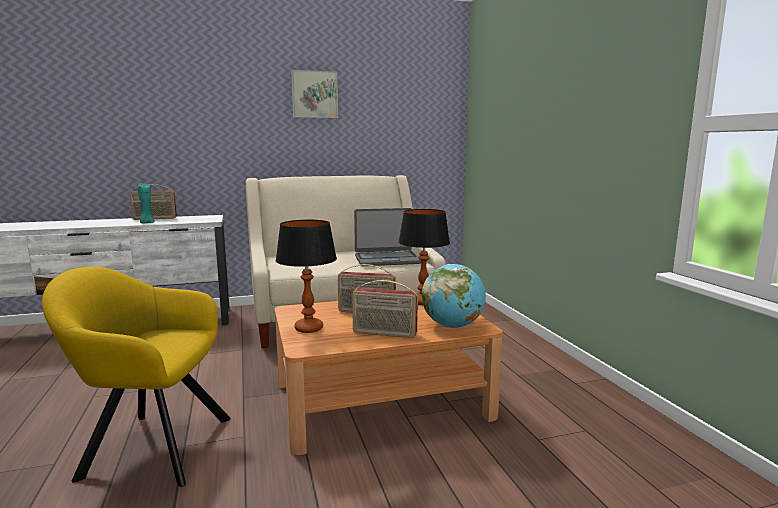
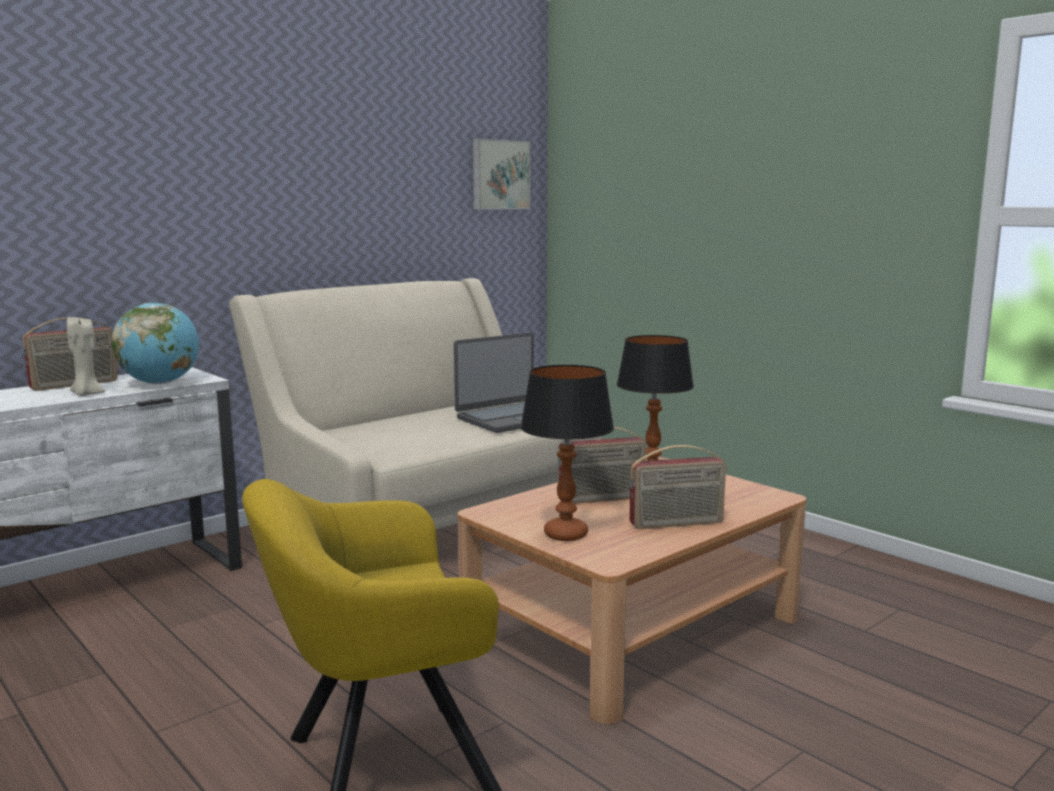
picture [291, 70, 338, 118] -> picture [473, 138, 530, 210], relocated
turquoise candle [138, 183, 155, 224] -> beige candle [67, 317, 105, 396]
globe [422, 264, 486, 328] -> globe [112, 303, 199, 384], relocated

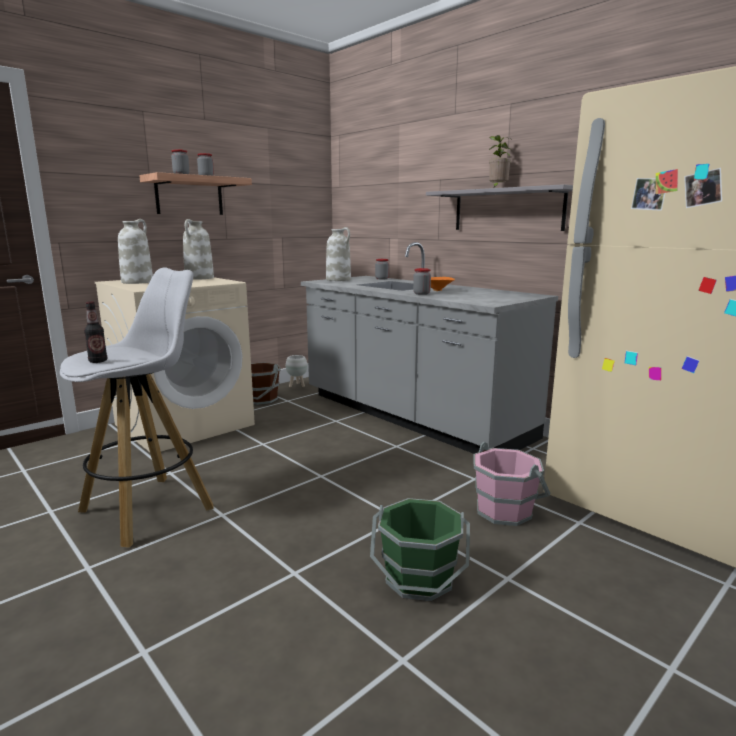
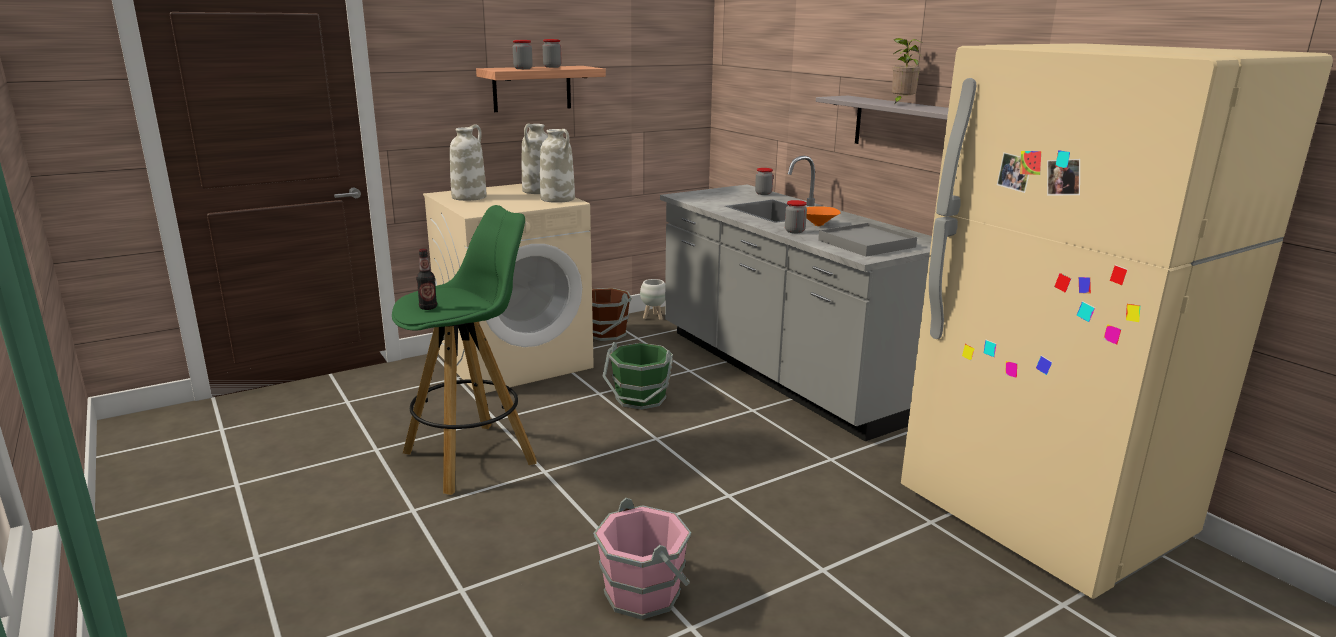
white vase [326, 227, 351, 281] -> white vase [540, 129, 575, 203], relocated
white stool [60, 267, 214, 548] -> green stool [392, 205, 537, 495]
pink bucket [474, 442, 551, 526] -> pink bucket [593, 498, 691, 620], relocated
green bucket [370, 498, 470, 601] -> green bucket [603, 342, 673, 410], relocated
none -> grey tray [818, 223, 917, 256]

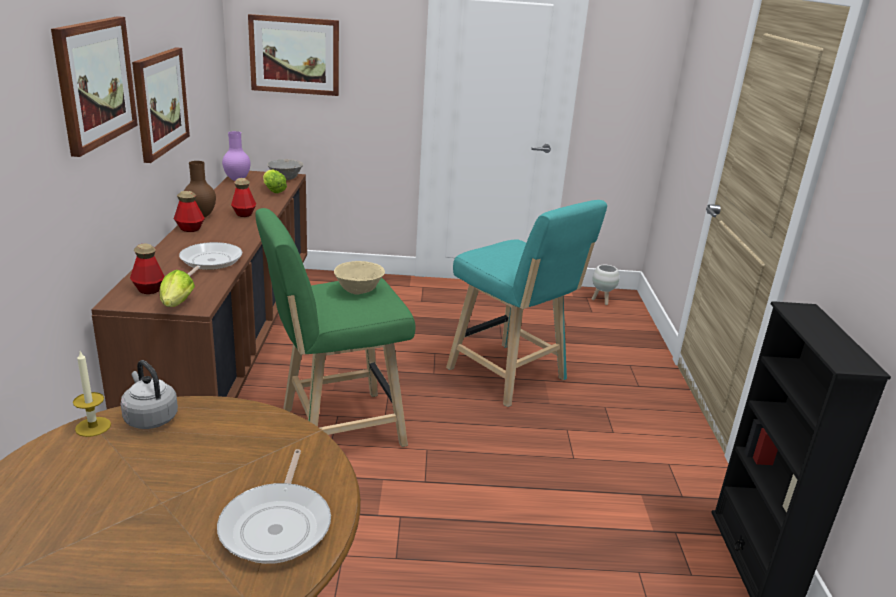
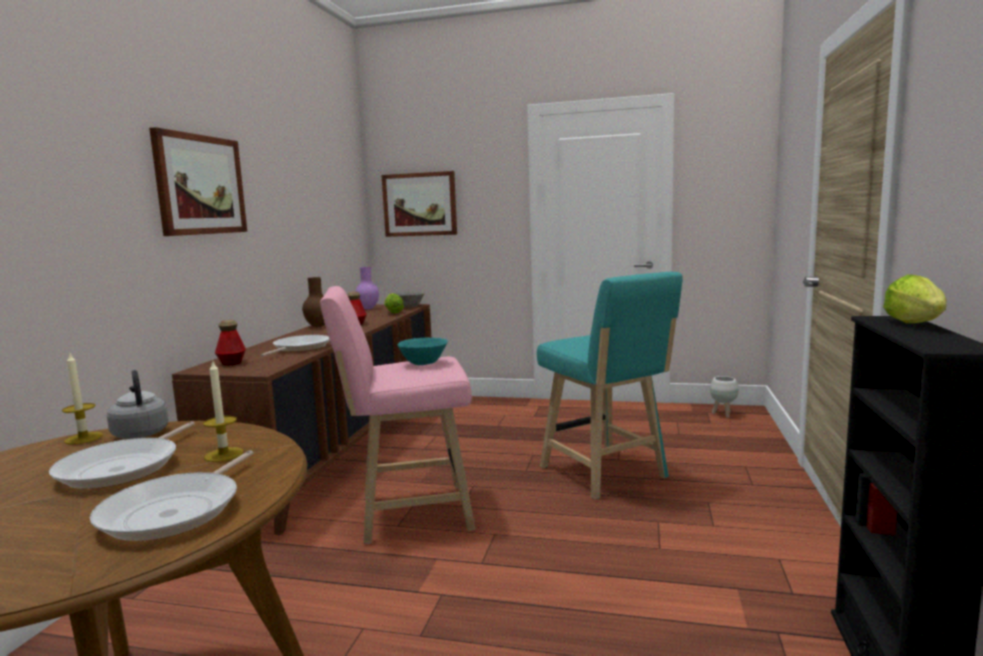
picture [132, 47, 190, 163] -> none
bottle [174, 191, 205, 232] -> none
green stool [255, 208, 415, 447] -> pink stool [320, 286, 475, 544]
beige bowl [334, 261, 385, 295] -> turquoise bowl [398, 337, 448, 365]
lettuce [160, 270, 195, 307] -> lettuce [883, 275, 947, 323], relocated
none -> candle [203, 359, 243, 462]
none -> frying pan [49, 421, 195, 489]

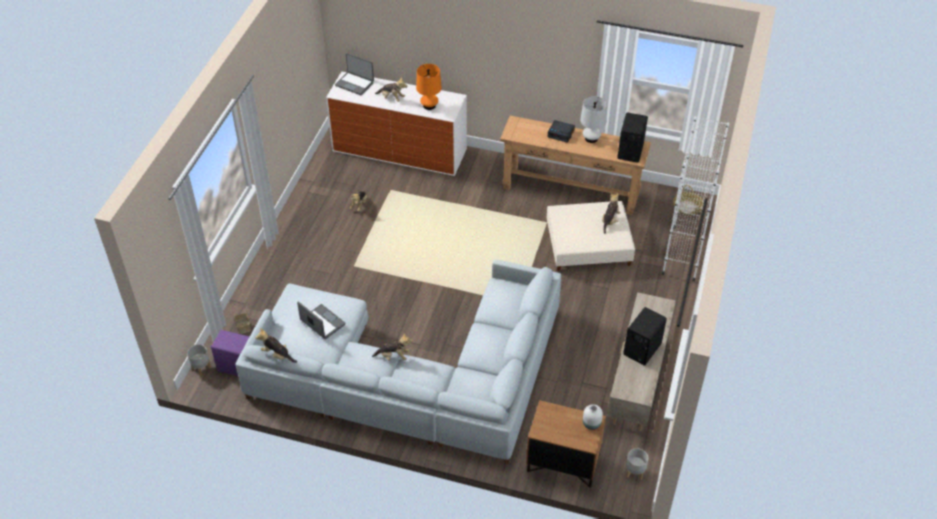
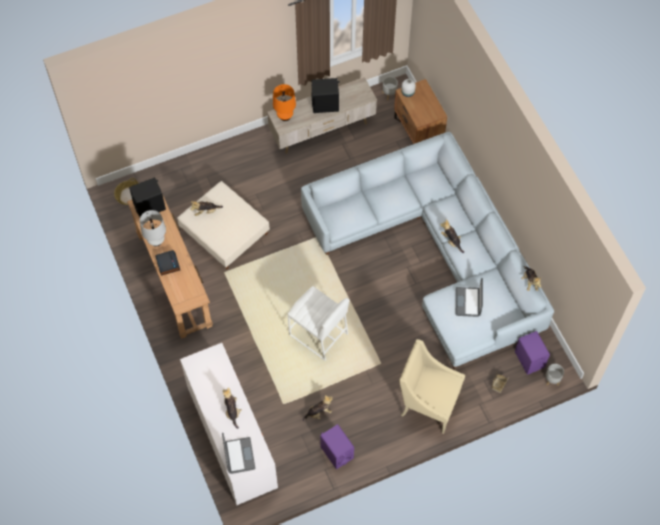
orange table lamp [416, 64, 442, 110] -> orange table lamp [273, 84, 296, 121], relocated
white bookcase [662, 117, 729, 282] -> none
none -> white stool [287, 286, 349, 361]
none -> beige armchair [399, 339, 465, 434]
none -> purple speaker [320, 424, 354, 469]

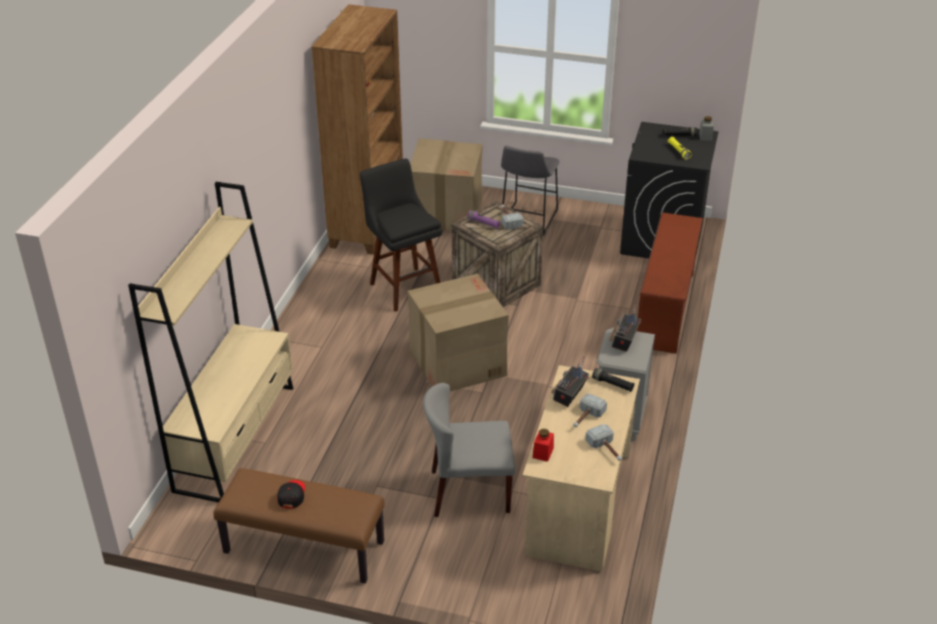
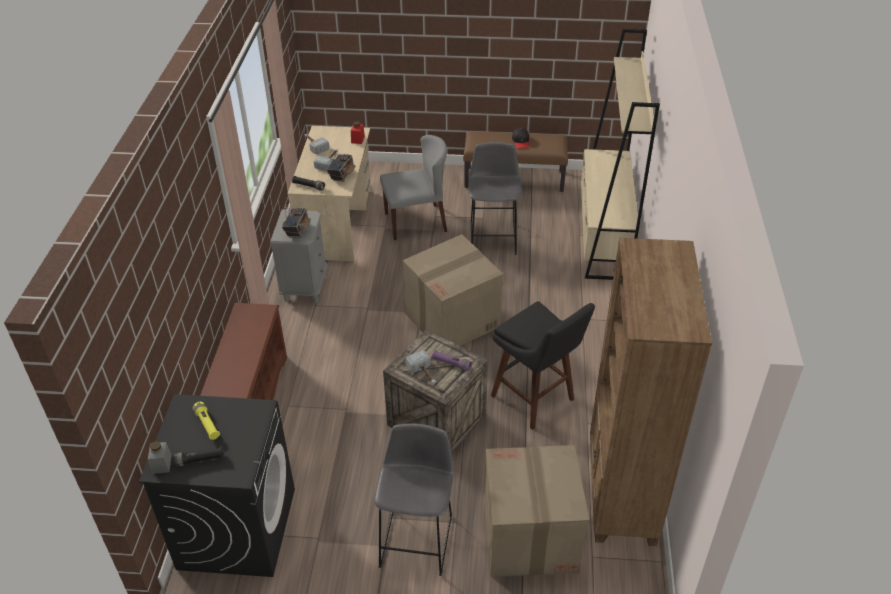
none -> grey stool [469, 142, 522, 255]

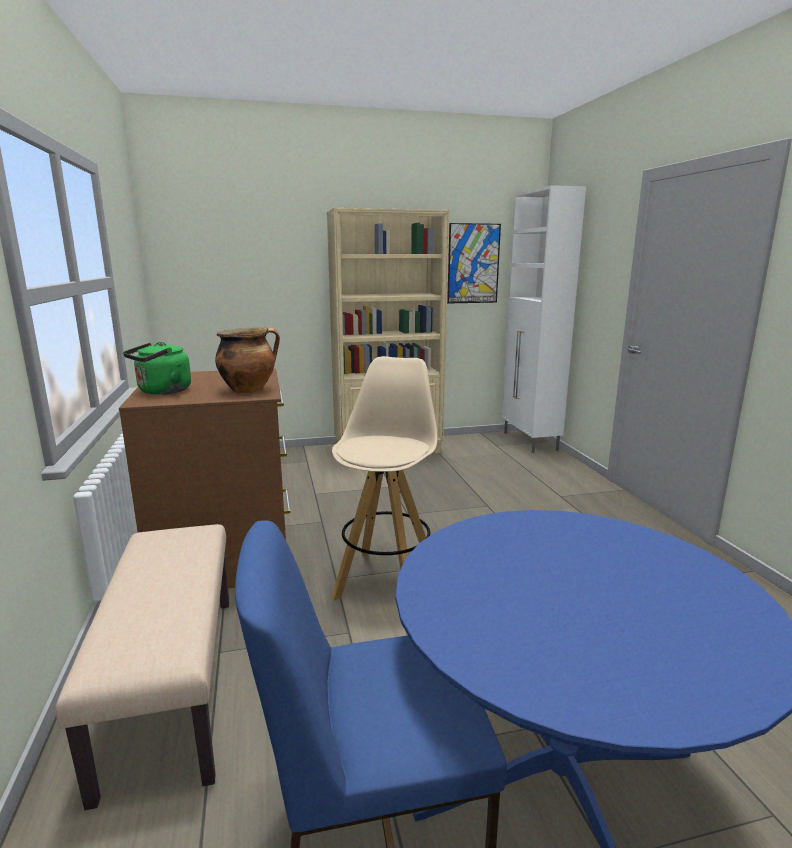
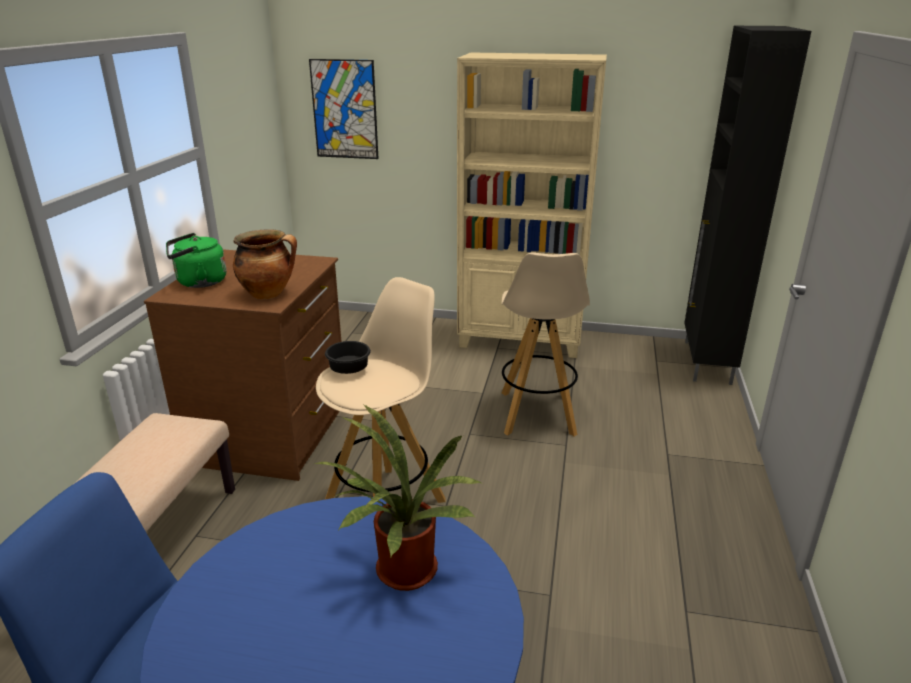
white cabinet [502, 185, 586, 453] -> black cabinet [685, 26, 811, 385]
picture [447, 223, 501, 304] -> picture [309, 59, 379, 159], relocated
none -> beige stool [502, 252, 590, 436]
none -> black bowl [325, 341, 371, 374]
none -> potted plant [315, 404, 481, 591]

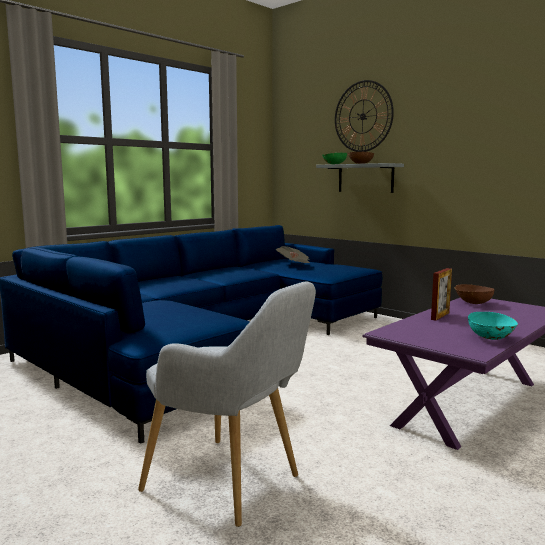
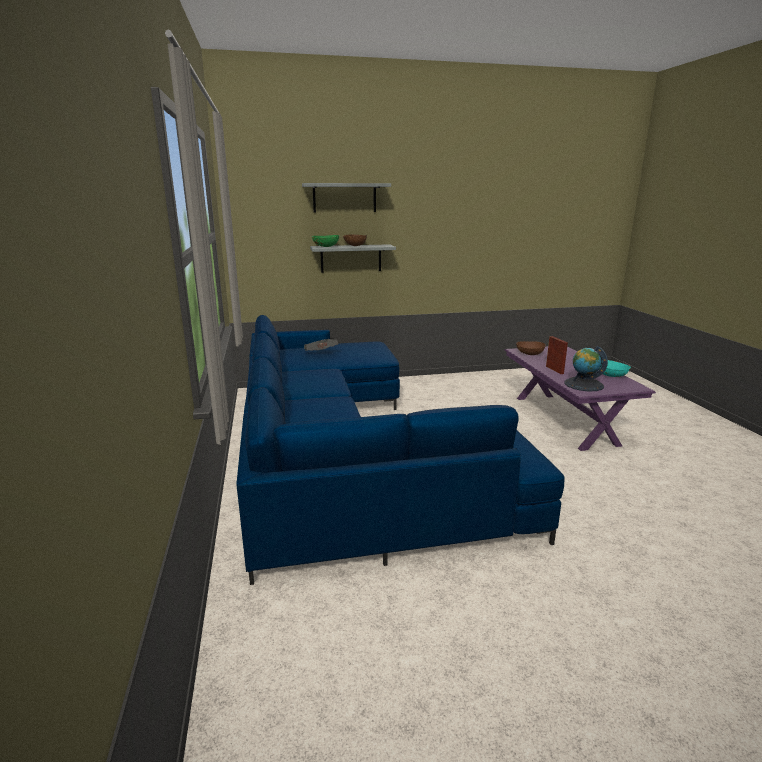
wall clock [335, 80, 394, 152] -> grey shelf [302, 183, 391, 213]
grey armchair [138, 282, 316, 527] -> none
none -> globe [564, 346, 608, 391]

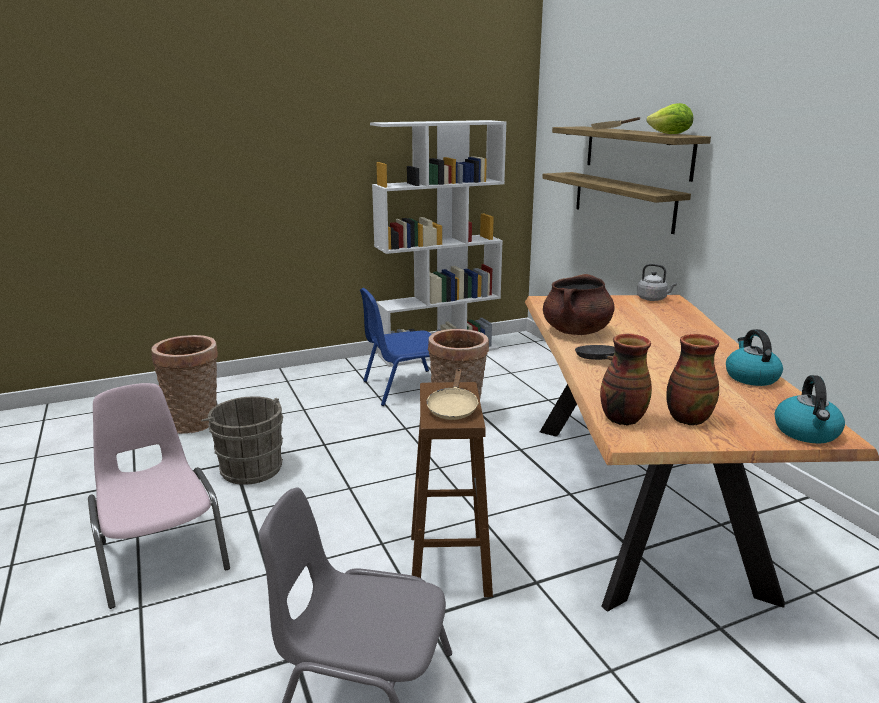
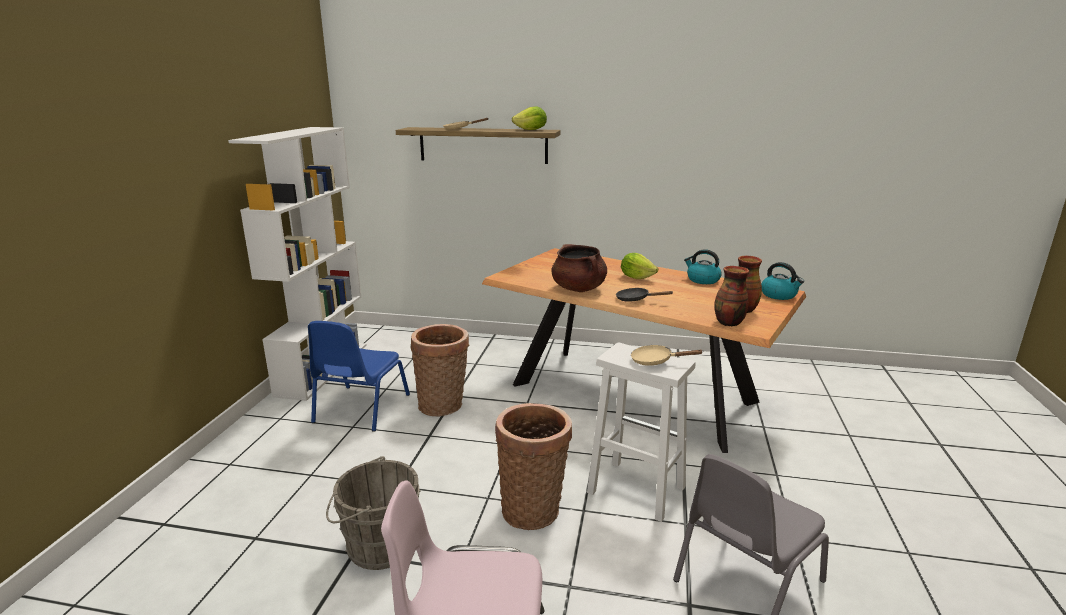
shelf [542, 172, 691, 234] -> none
grey kettle [637, 264, 677, 301] -> none
basket [151, 335, 218, 434] -> basket [495, 403, 572, 530], relocated
beige frying pan [426, 369, 479, 420] -> beige frying pan [631, 345, 704, 366], 150 degrees clockwise
brown stool [411, 382, 493, 597] -> white stool [587, 342, 696, 522]
none -> lettuce [621, 253, 658, 279]

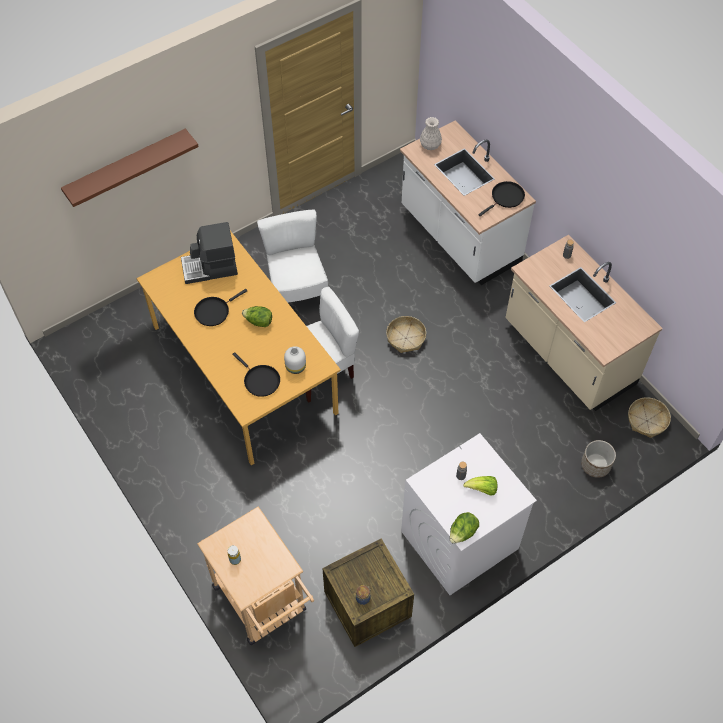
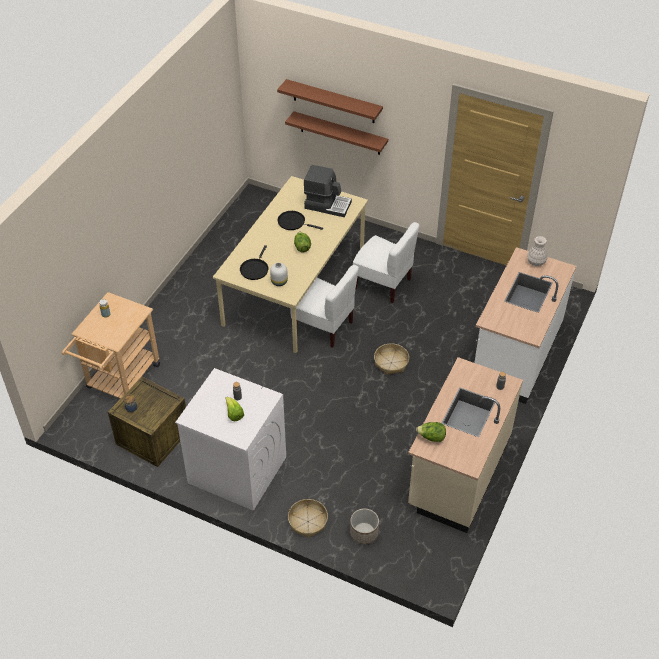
black frying pan [478, 181, 525, 217] -> none
white chair [257, 210, 328, 302] -> white chair [353, 222, 420, 303], 75 degrees clockwise
coffee machine [181, 222, 238, 284] -> coffee machine [304, 165, 352, 217], 150 degrees clockwise
orange dining table [136, 231, 340, 465] -> beige dining table [213, 176, 368, 353]
basket [628, 397, 671, 438] -> basket [288, 499, 328, 538], relocated
lettuce [450, 512, 479, 544] -> lettuce [416, 422, 446, 442], relocated
none -> brown shelf [285, 111, 388, 155]

